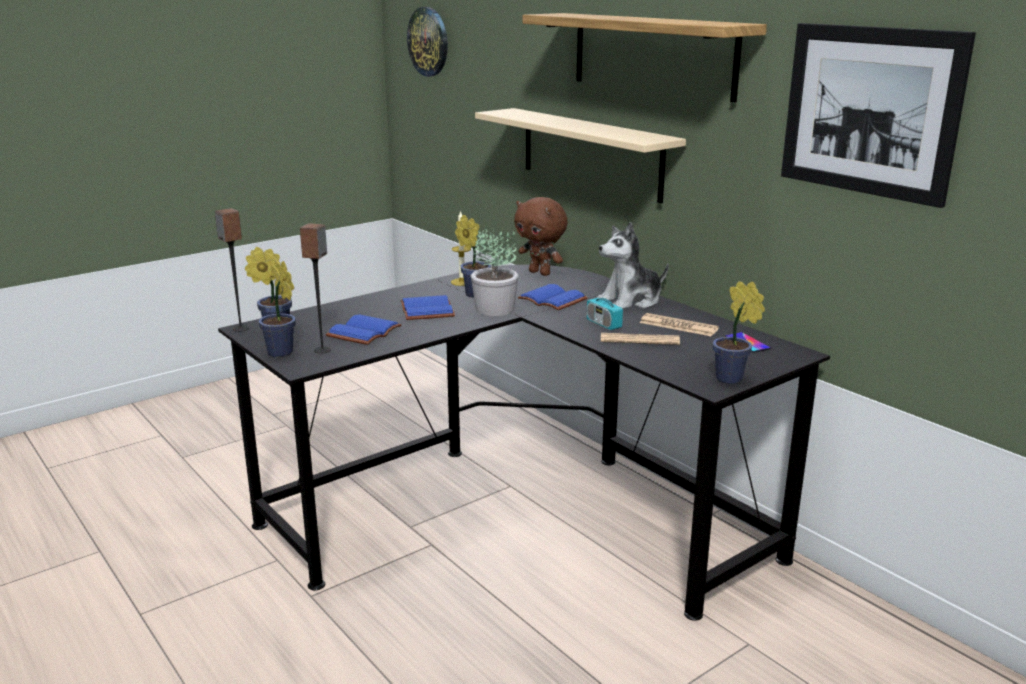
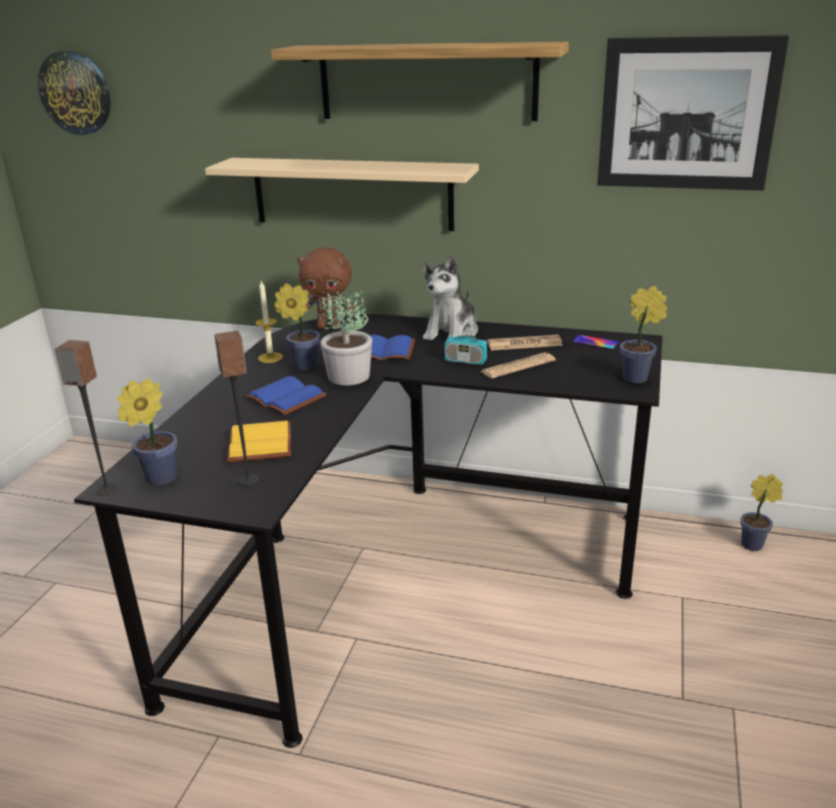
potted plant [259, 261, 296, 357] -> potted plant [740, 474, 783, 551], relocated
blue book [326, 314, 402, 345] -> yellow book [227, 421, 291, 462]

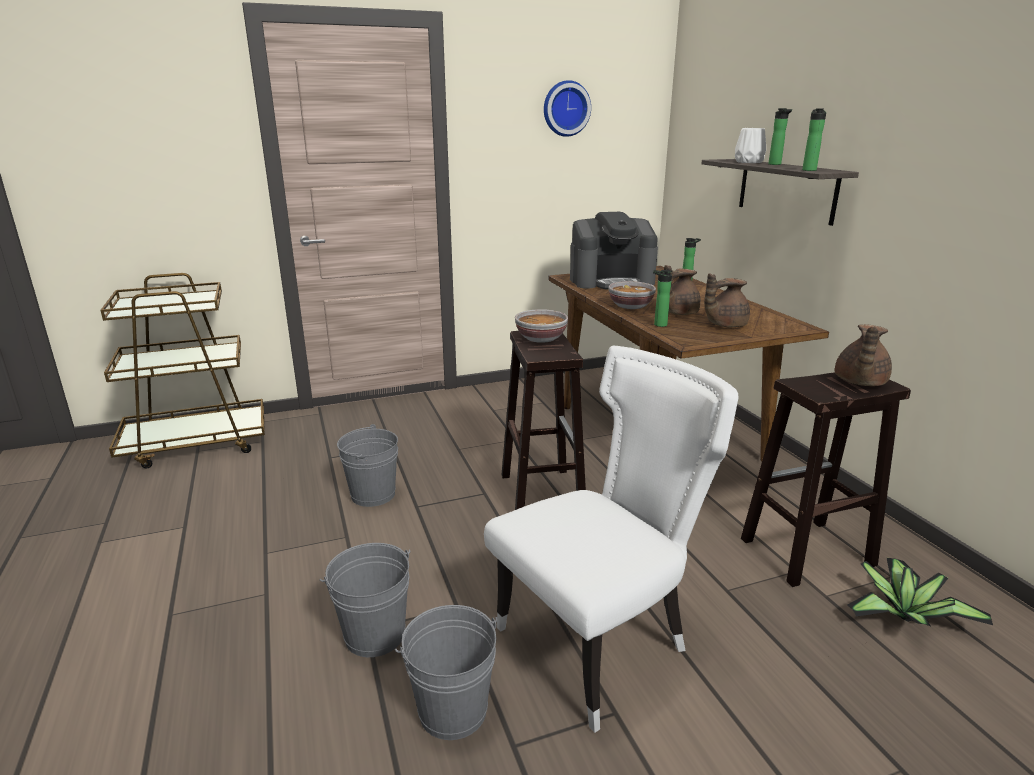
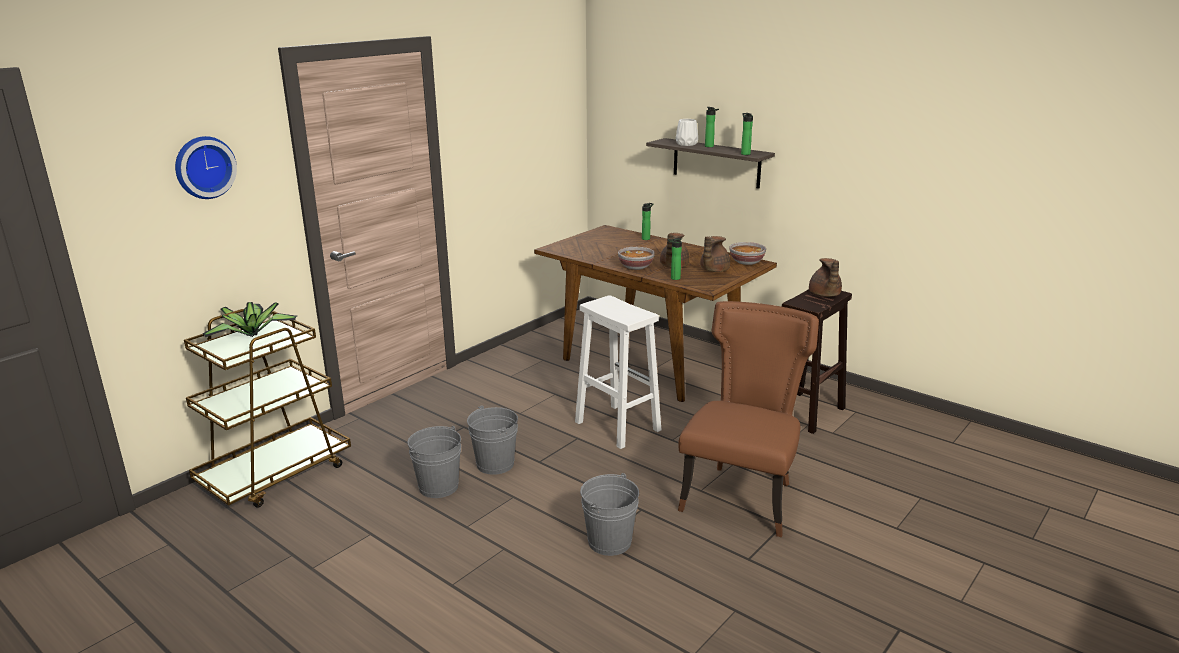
wall clock [544, 80, 591, 137] -> wall clock [175, 136, 237, 199], relocated
coffee machine [570, 212, 658, 290] -> none
bowl [515, 309, 568, 343] -> bowl [730, 242, 766, 265], relocated
brown stool [501, 331, 586, 510] -> white stool [575, 295, 661, 449]
white chair [484, 345, 738, 733] -> brown chair [678, 301, 819, 537]
potted plant [847, 558, 993, 626] -> potted plant [203, 302, 297, 337], relocated
grey bucket [395, 605, 498, 740] -> grey bucket [407, 426, 461, 498], relocated

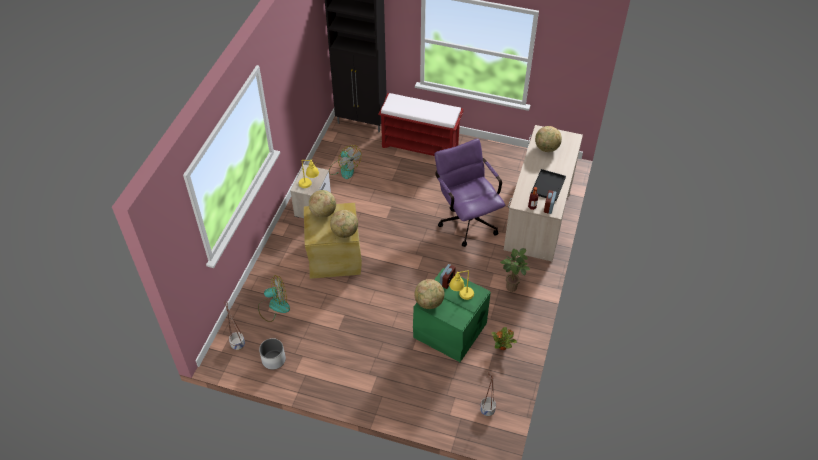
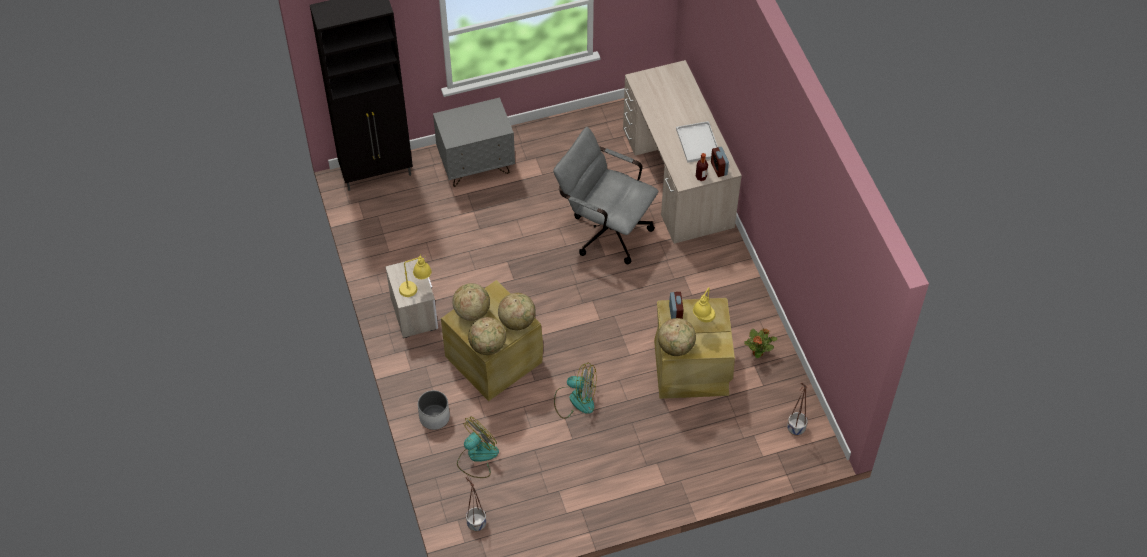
red bench [378, 93, 463, 156] -> grey nightstand [433, 97, 515, 187]
globe [535, 126, 562, 152] -> globe [468, 317, 506, 355], relocated
purple office chair [435, 139, 505, 247] -> grey office chair [553, 127, 658, 264]
fan [329, 145, 362, 179] -> fan [554, 362, 596, 419], relocated
black tray [531, 169, 566, 201] -> white tray [676, 121, 718, 163]
potted plant [500, 248, 530, 292] -> none
green storage box [413, 268, 491, 362] -> beige storage box [654, 298, 735, 399]
white planter [259, 338, 286, 370] -> white planter [418, 390, 450, 430], relocated

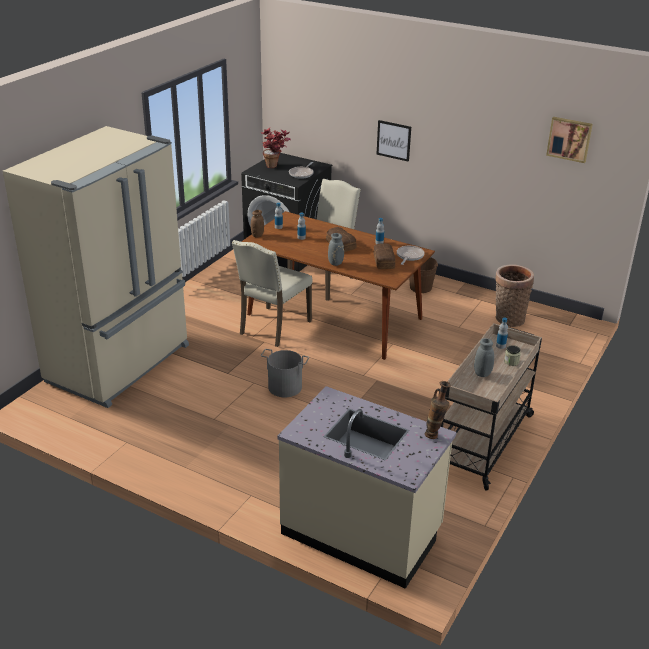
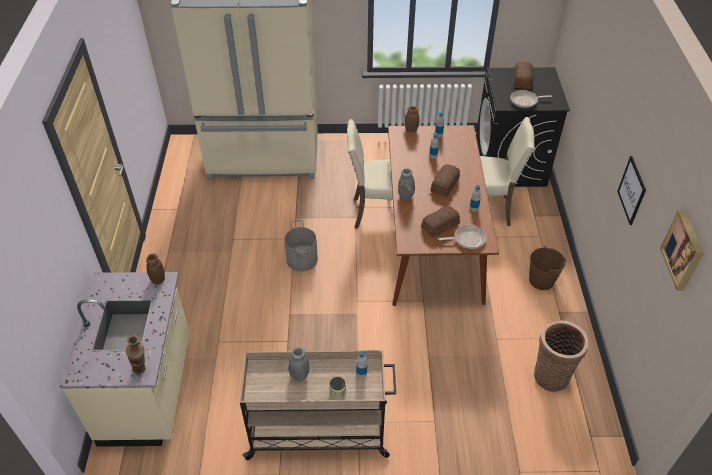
picture [377, 120, 411, 162] -> picture [617, 156, 646, 225], relocated
potted plant [261, 128, 291, 168] -> bread [514, 62, 533, 89]
none -> brown jar [146, 253, 165, 285]

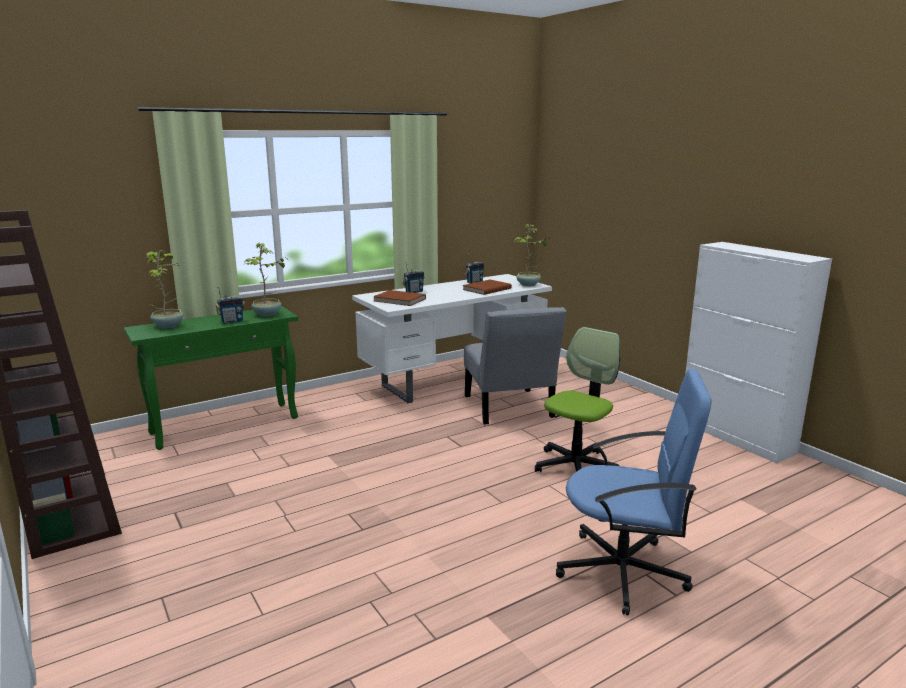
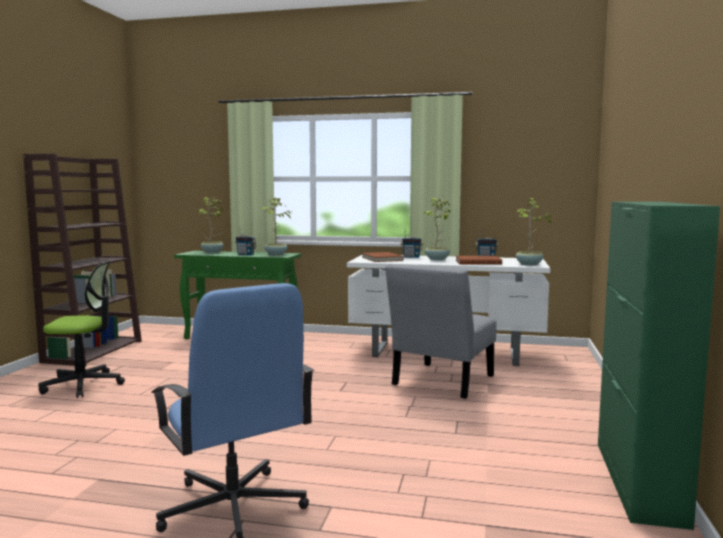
white cabinet [685, 242, 832, 463] -> green cabinet [598, 202, 720, 530]
office chair [535, 327, 620, 472] -> office chair [38, 261, 125, 398], relocated
none -> potted plant [424, 197, 451, 260]

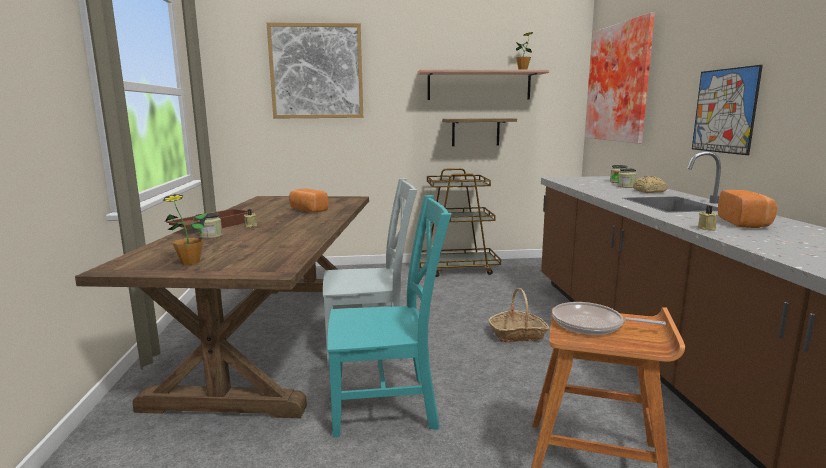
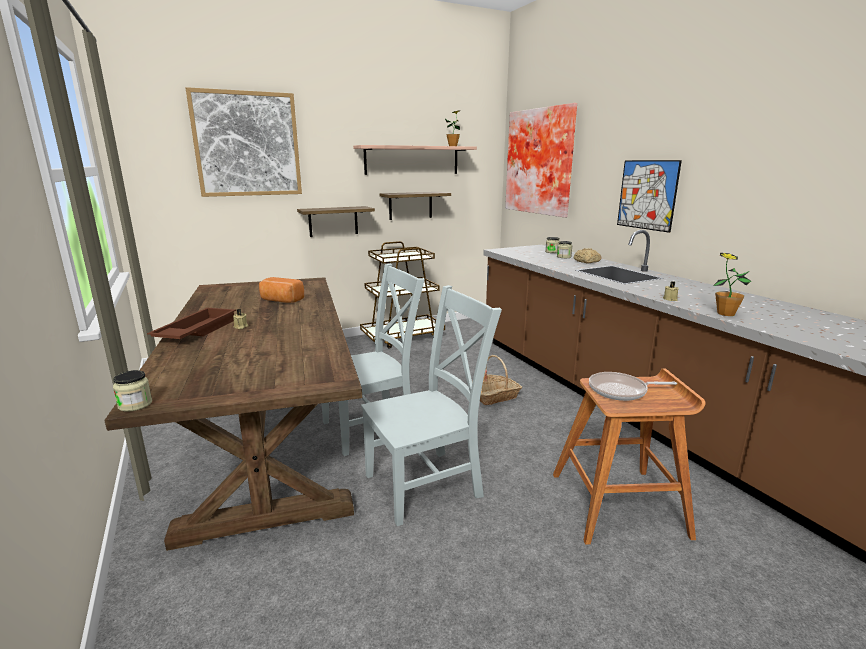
bread [718, 190, 777, 228] -> none
potted plant [163, 194, 208, 265] -> potted plant [713, 253, 751, 316], relocated
turquoise chair [327, 195, 452, 437] -> grey chair [361, 285, 502, 526]
jar [198, 213, 222, 239] -> jar [113, 370, 152, 412], relocated
none -> shelf [297, 206, 375, 237]

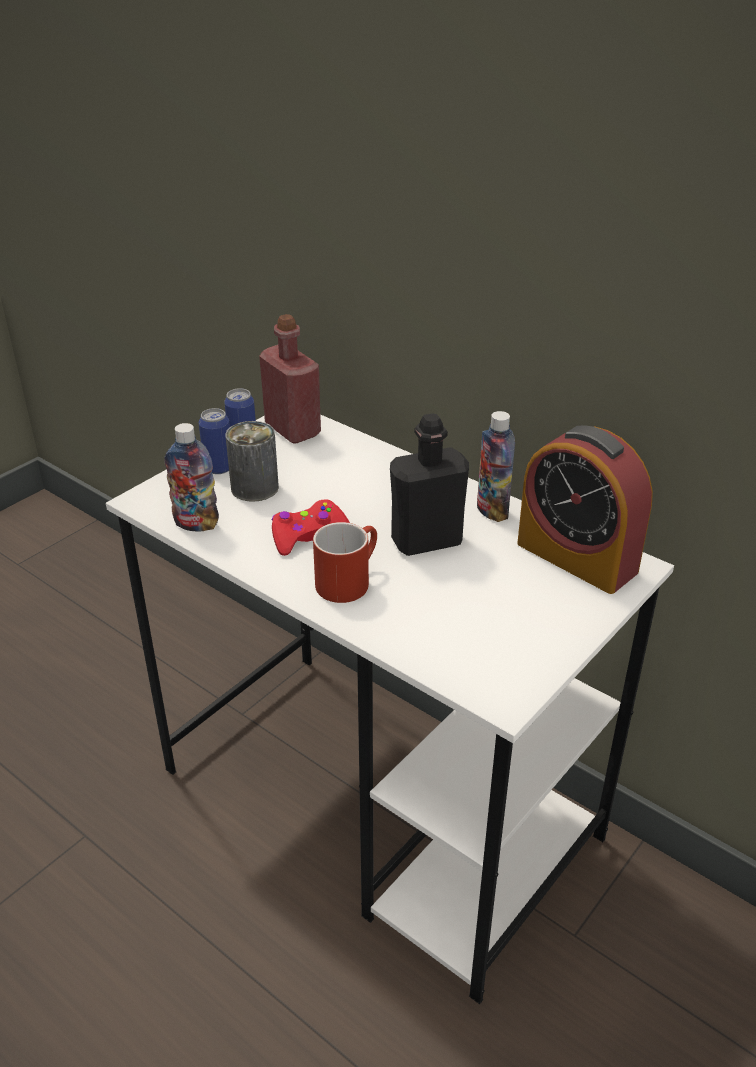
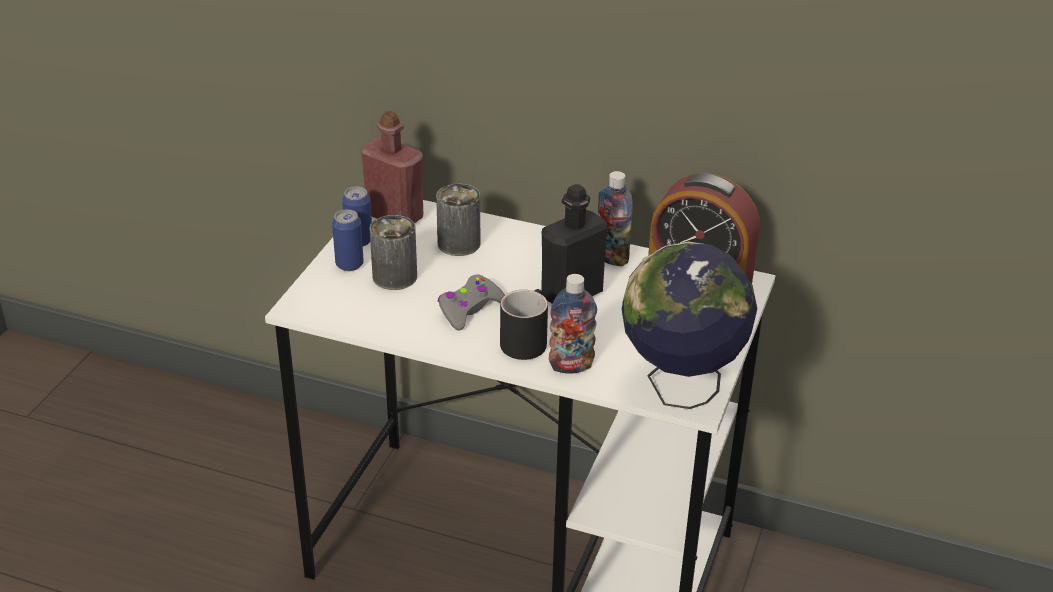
bottle [164, 423, 219, 531] -> bottle [549, 274, 597, 374], relocated
red game controller [272, 499, 350, 556] -> grey game controller [438, 274, 505, 331]
red mug [313, 522, 377, 603] -> black mug [500, 289, 548, 360]
none -> can [436, 184, 480, 256]
none -> globe [622, 241, 757, 409]

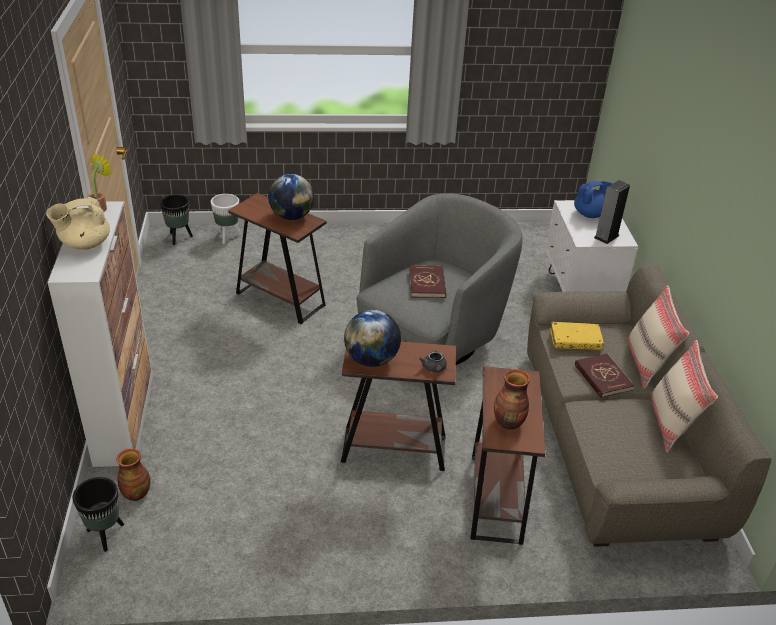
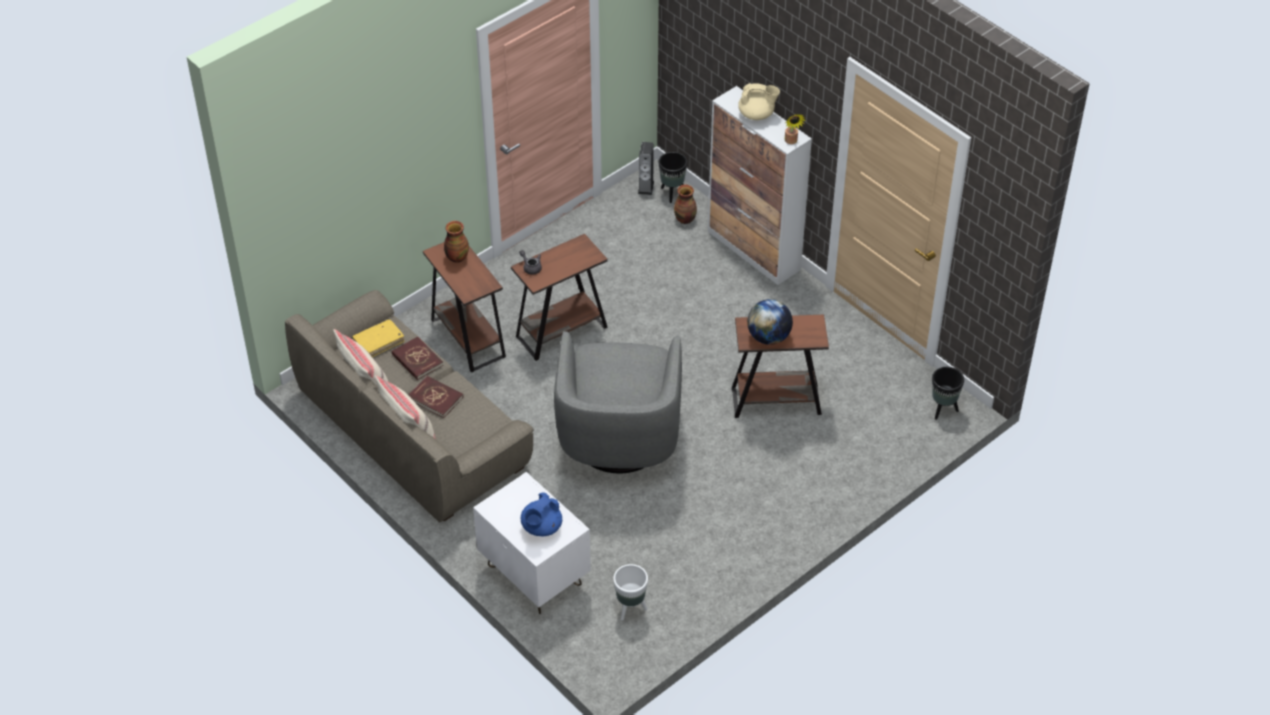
speaker [594, 180, 630, 244] -> speaker [638, 142, 654, 195], relocated
white planter [211, 194, 241, 244] -> white planter [613, 564, 648, 620], relocated
beige teapot [46, 197, 110, 250] -> beige teapot [738, 83, 780, 120], 75 degrees clockwise
red book [409, 265, 446, 298] -> red book [392, 336, 443, 380], relocated
globe [344, 310, 401, 367] -> none
yellow book [550, 322, 604, 350] -> yellow book [352, 319, 404, 357], relocated

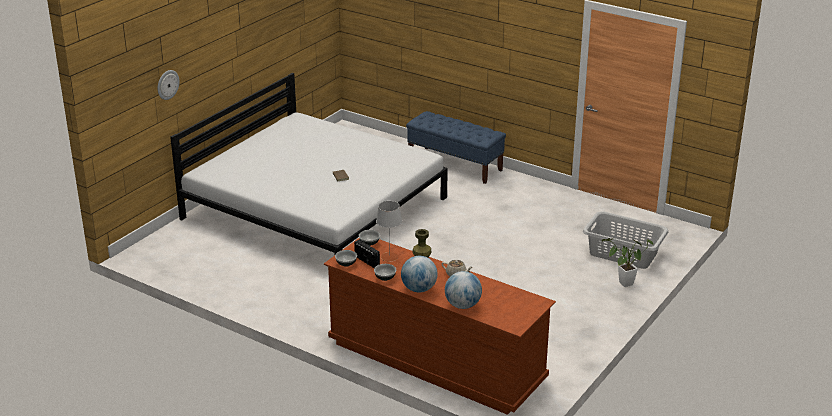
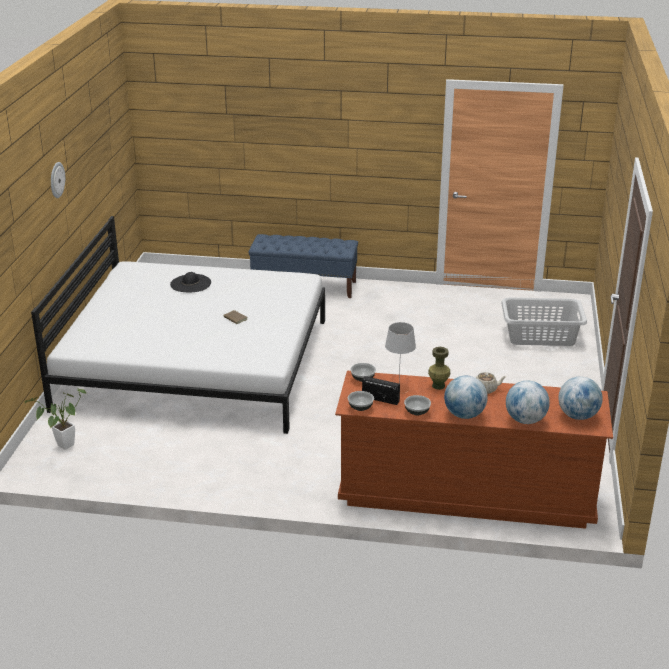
wall clock [158, 70, 180, 100] -> wall clock [51, 162, 65, 198], relocated
potted plant [602, 238, 653, 287] -> potted plant [25, 388, 87, 450], relocated
none -> black hat [170, 272, 211, 292]
none -> globe [558, 377, 603, 420]

